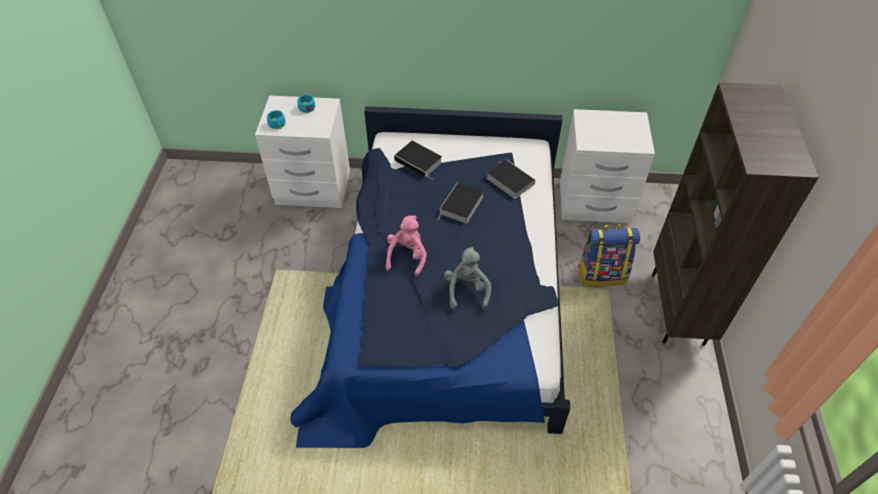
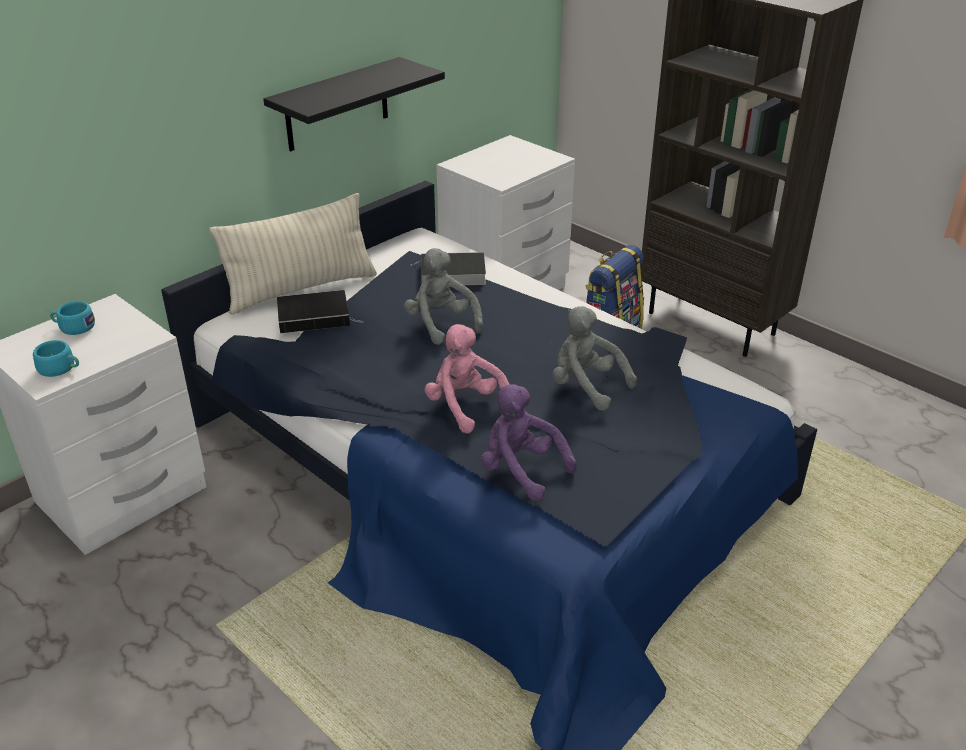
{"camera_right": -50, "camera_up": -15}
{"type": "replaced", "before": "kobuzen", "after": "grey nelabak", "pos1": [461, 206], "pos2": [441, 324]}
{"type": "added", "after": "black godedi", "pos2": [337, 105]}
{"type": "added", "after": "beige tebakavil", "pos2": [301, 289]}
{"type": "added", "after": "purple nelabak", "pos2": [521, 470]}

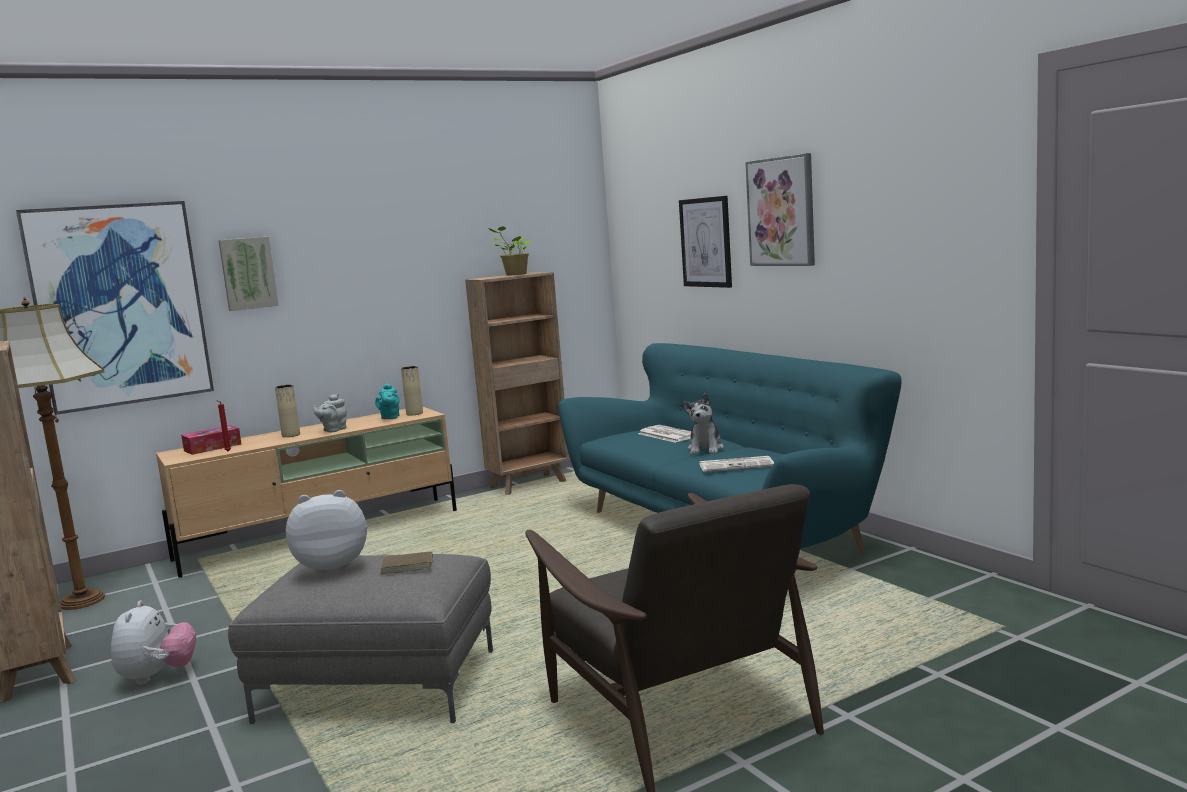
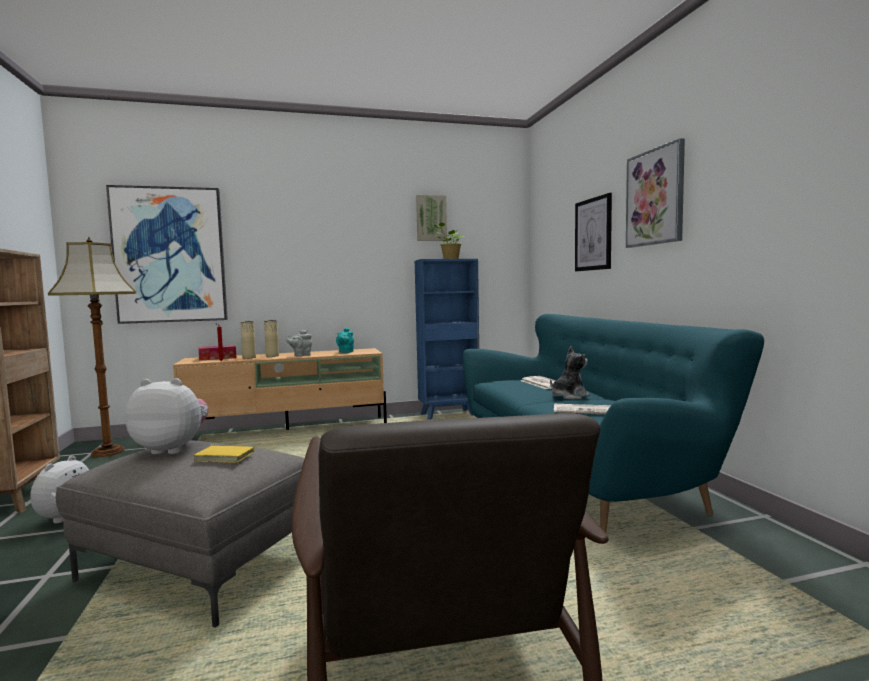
{"camera_right": 15, "camera_up": -5}
{"type": "moved", "before": "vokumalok", "pos1": [248, 273], "pos2": [431, 218]}
{"type": "recoloured", "before": "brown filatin", "after": "blue filatin", "pos1": [530, 484], "pos2": [449, 414]}
{"type": "moved", "before": "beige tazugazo", "pos1": [414, 413], "pos2": [249, 357]}
{"type": "turned", "before": "nelabak", "pos1": [705, 449], "pos2": [568, 396], "turn": -150}
{"type": "recoloured", "before": "brown kobuzen", "after": "yellow kobuzen", "pos1": [407, 565], "pos2": [225, 456]}

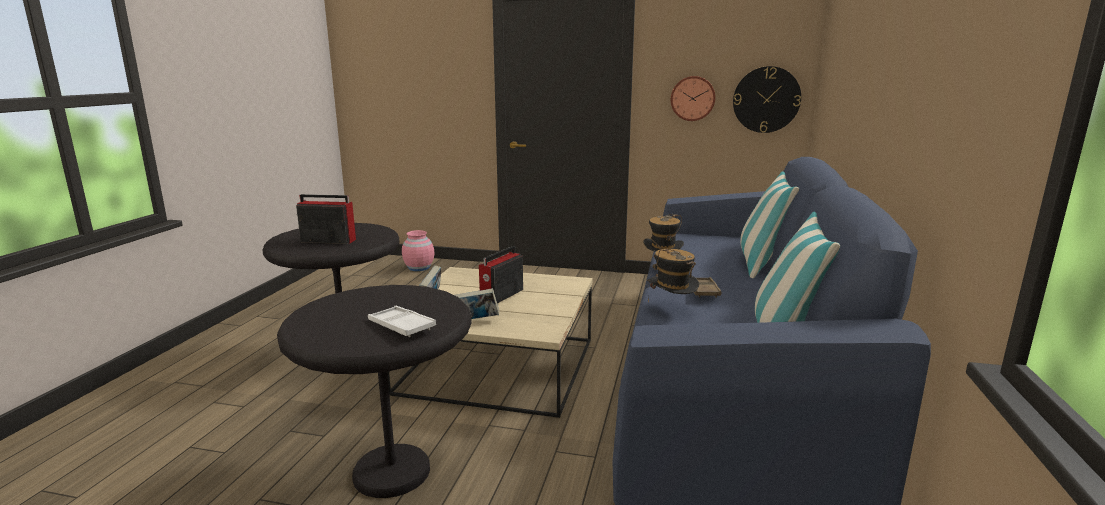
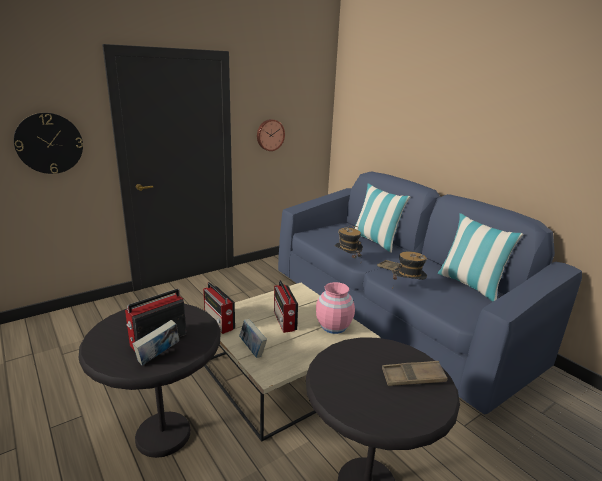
{"camera_right": -50, "camera_up": 5}
{"type": "moved", "before": "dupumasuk", "pos1": [766, 99], "pos2": [49, 143]}
{"type": "moved", "before": "pink tazugazo", "pos1": [419, 267], "pos2": [333, 326]}
{"type": "moved", "before": "kobuzen", "pos1": [475, 321], "pos2": [158, 357]}
{"type": "recoloured", "before": "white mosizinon", "after": "brown mosizinon", "pos1": [401, 326], "pos2": [413, 377]}
{"type": "added", "after": "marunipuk", "pos2": [219, 322]}

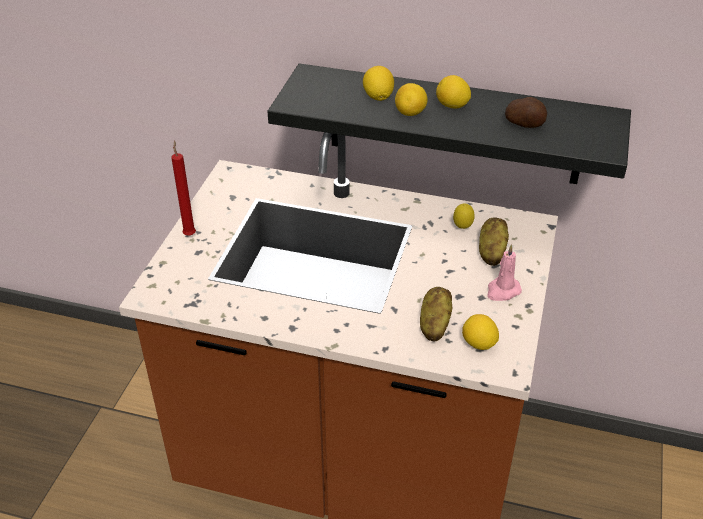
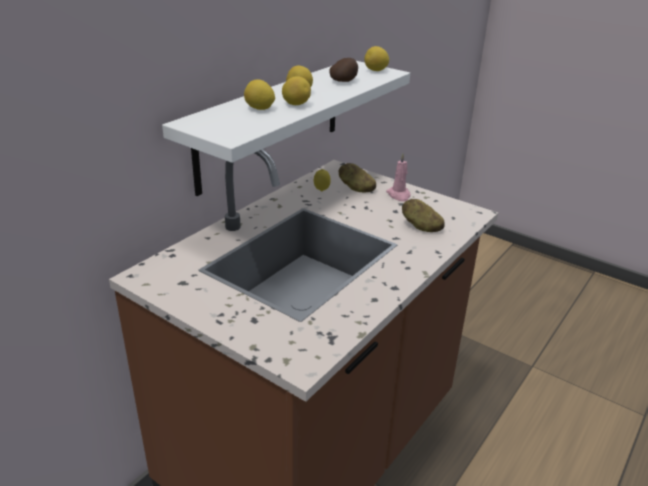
{"camera_right": -70, "camera_up": -10}
{"type": "recoloured", "before": "black godedi", "after": "white godedi", "pos1": [454, 125], "pos2": [271, 123]}
{"type": "removed", "before": "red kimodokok", "pos1": [189, 234]}
{"type": "moved", "before": "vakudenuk", "pos1": [478, 344], "pos2": [376, 71]}

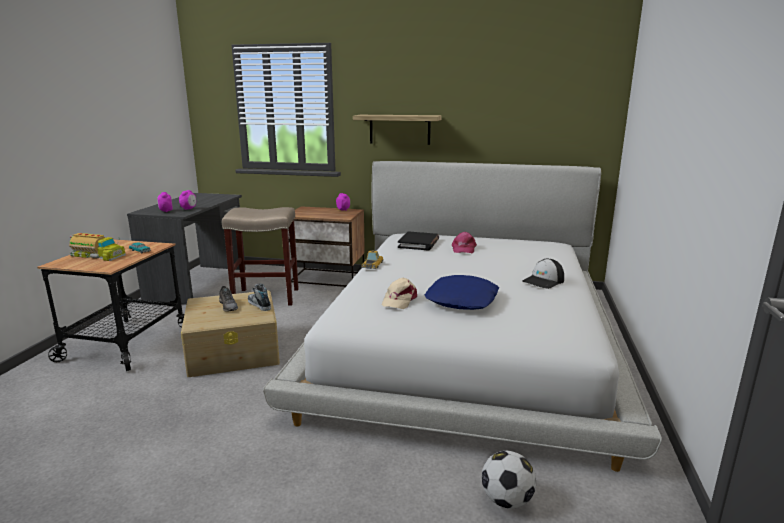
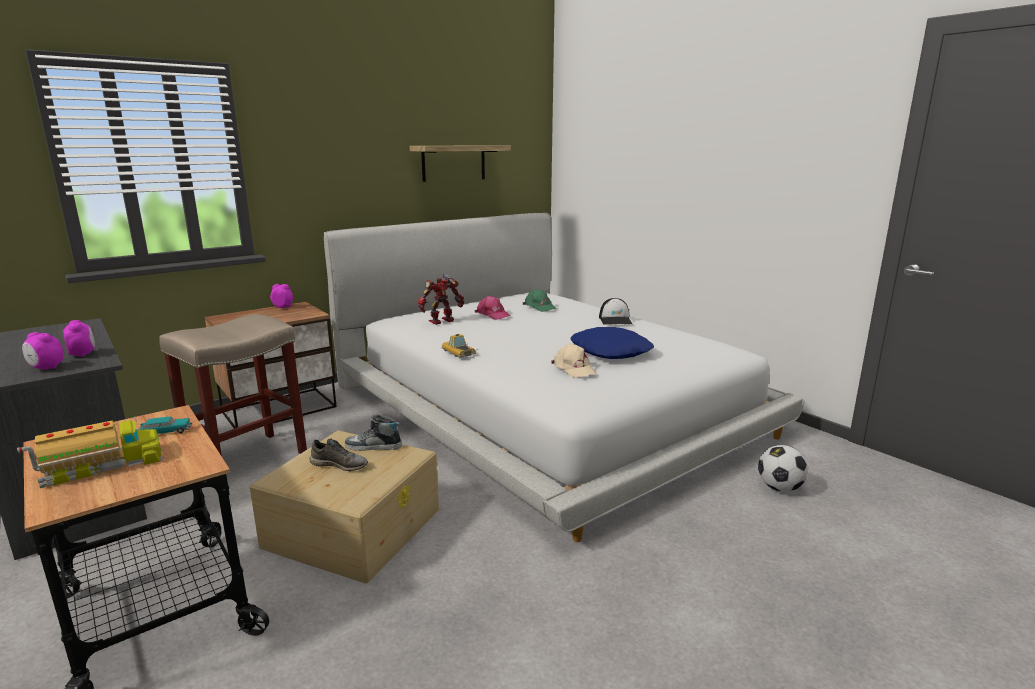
{"camera_right": -50, "camera_up": 0}
{"type": "moved", "before": "godedi", "pos1": [399, 129], "pos2": [453, 163]}
{"type": "replaced", "before": "black kobuzen", "after": "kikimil", "pos1": [418, 243], "pos2": [442, 321]}
{"type": "added", "after": "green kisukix", "pos2": [540, 307]}

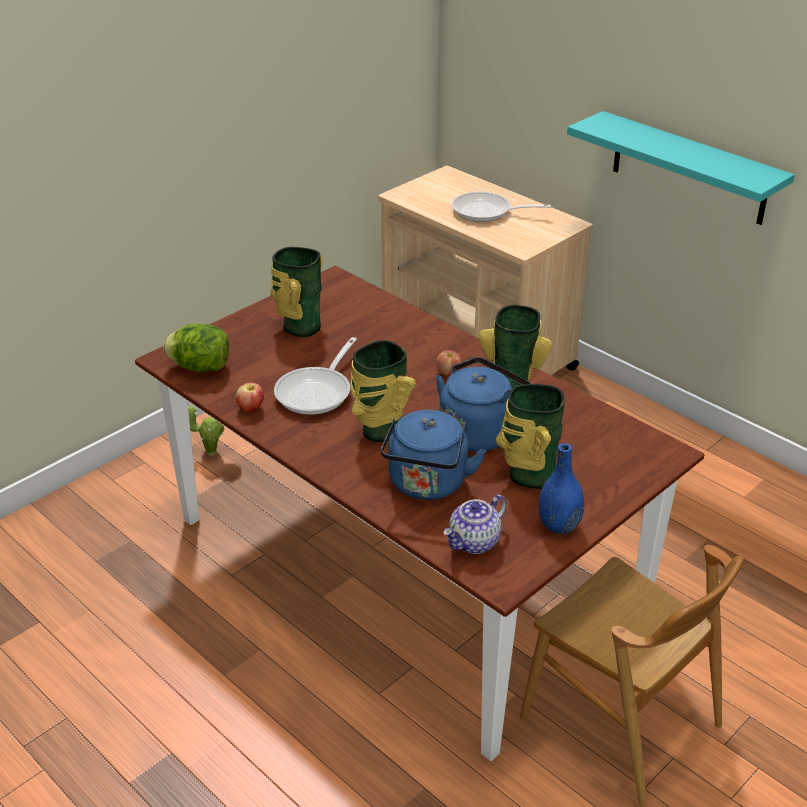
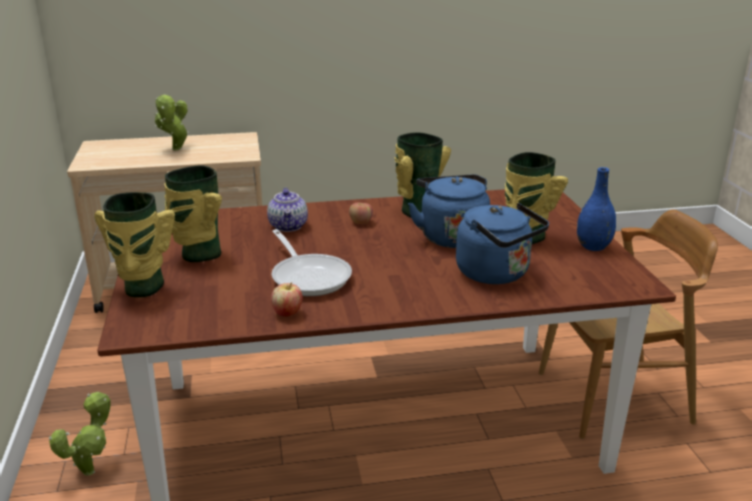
{"camera_right": -55, "camera_up": -10}
{"type": "removed", "before": "turquoise godedi", "pos1": [689, 168]}
{"type": "replaced", "before": "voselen", "after": "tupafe", "pos1": [487, 212], "pos2": [175, 150]}
{"type": "removed", "before": "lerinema", "pos1": [200, 367]}
{"type": "moved", "before": "tazugazo", "pos1": [380, 431], "pos2": [142, 288]}
{"type": "moved", "before": "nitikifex", "pos1": [474, 542], "pos2": [289, 226]}

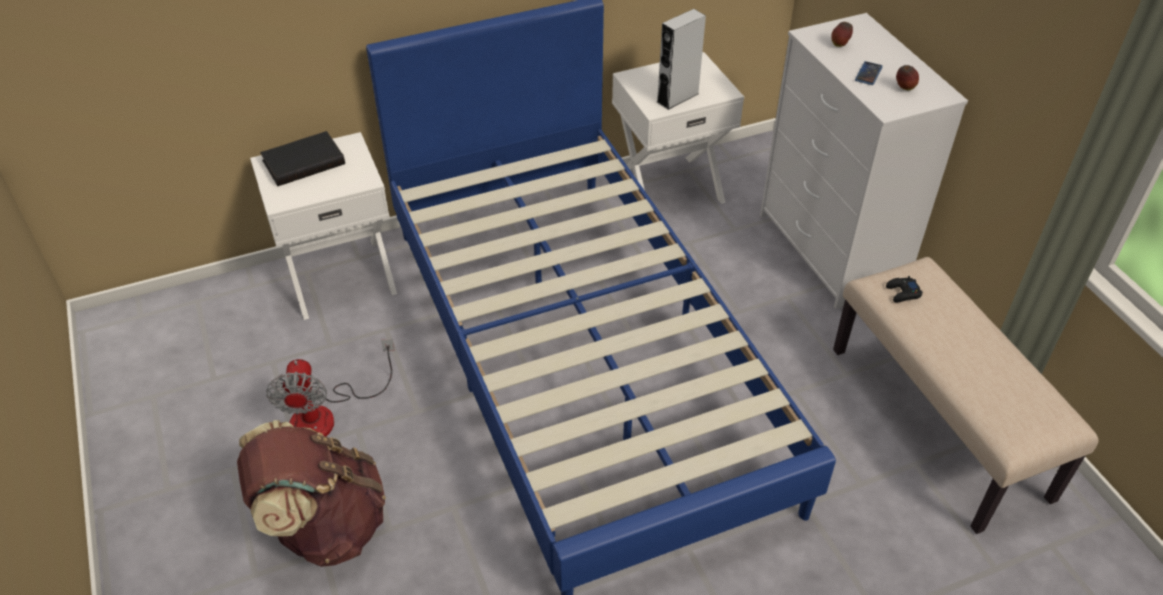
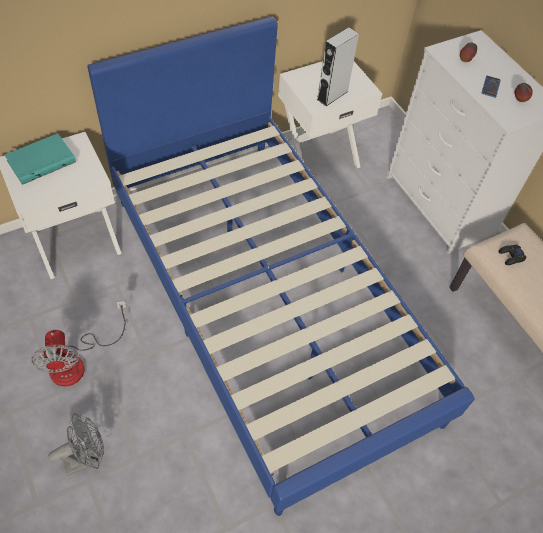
{"camera_right": -10, "camera_up": 10}
{"type": "recoloured", "before": "black kobuzen", "after": "turquoise kobuzen", "pos1": [303, 161], "pos2": [41, 160]}
{"type": "replaced", "before": "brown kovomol", "after": "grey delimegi", "pos1": [324, 526], "pos2": [86, 458]}

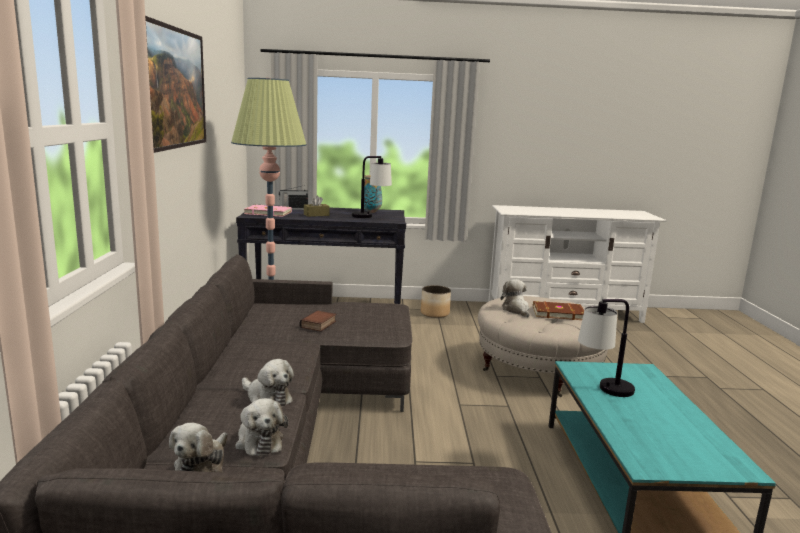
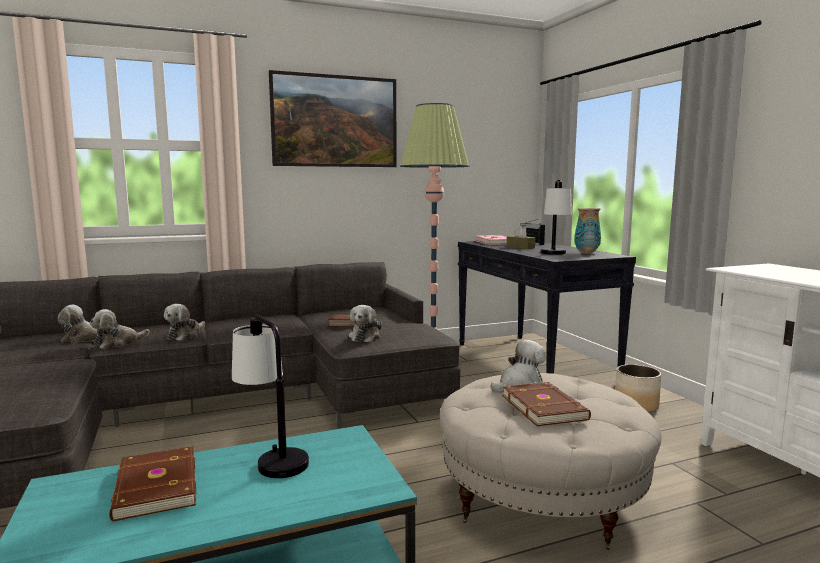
{"camera_right": 70, "camera_up": -5}
{"type": "added", "after": "nelabak", "pos2": [365, 337]}
{"type": "added", "after": "brown kobuzen", "pos2": [154, 487]}

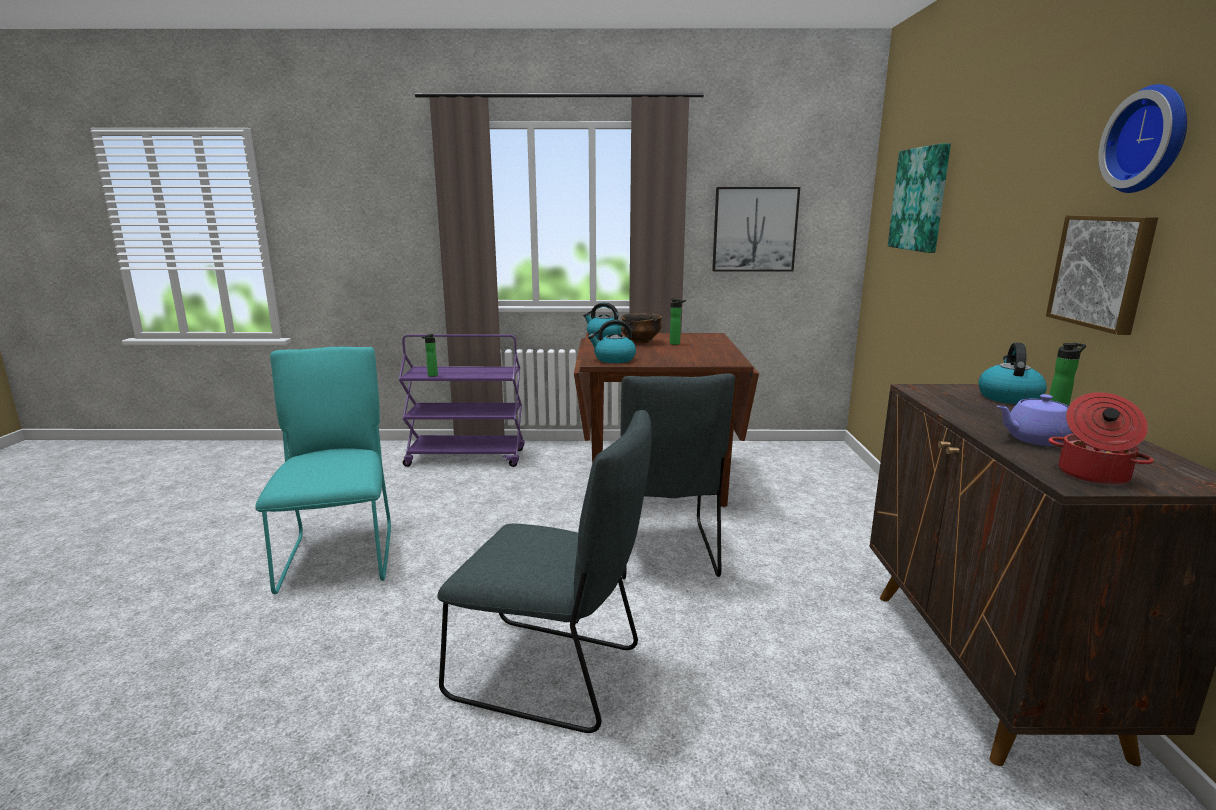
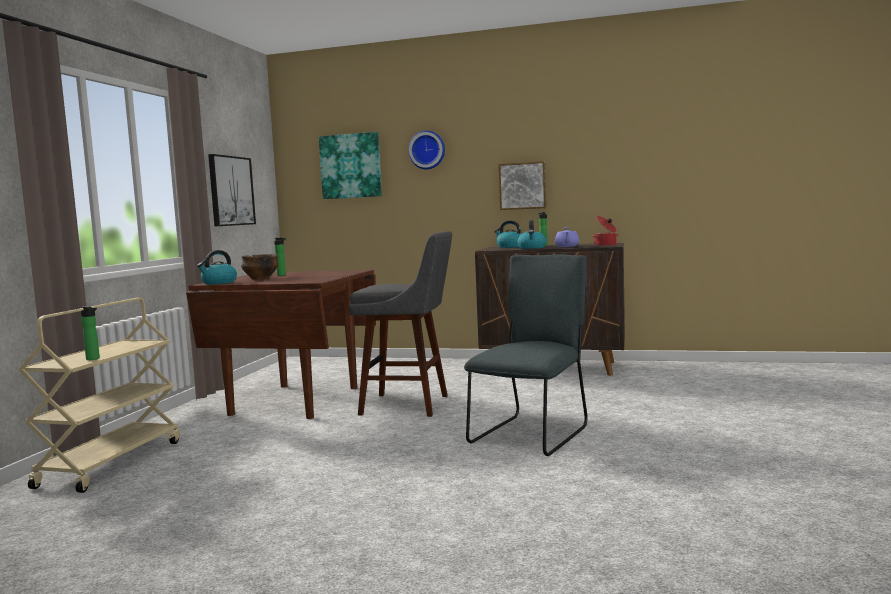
{"camera_right": -75, "camera_up": -10}
{"type": "moved", "before": "dupumasuk", "pos1": [1150, 140], "pos2": [427, 150]}
{"type": "moved", "before": "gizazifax", "pos1": [614, 359], "pos2": [532, 248]}
{"type": "recoloured", "before": "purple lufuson", "after": "beige lufuson", "pos1": [467, 458], "pos2": [111, 463]}
{"type": "removed", "before": "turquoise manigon", "pos1": [339, 555]}
{"type": "replaced", "before": "grey manigon", "after": "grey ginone", "pos1": [664, 554], "pos2": [409, 405]}

